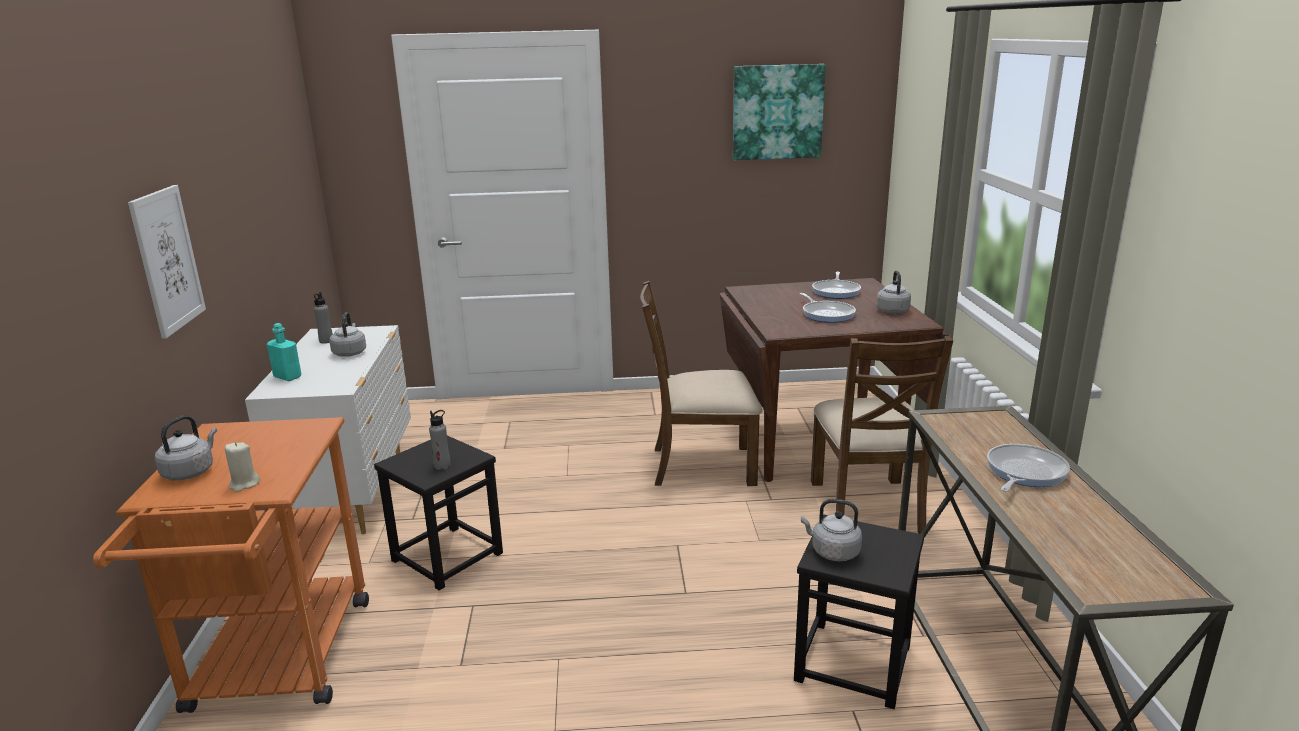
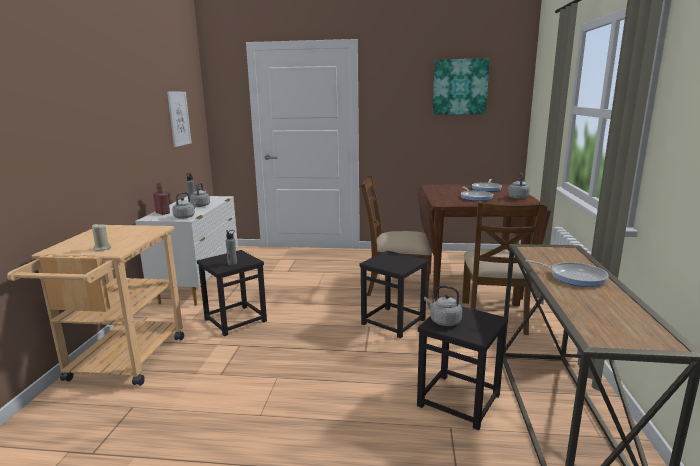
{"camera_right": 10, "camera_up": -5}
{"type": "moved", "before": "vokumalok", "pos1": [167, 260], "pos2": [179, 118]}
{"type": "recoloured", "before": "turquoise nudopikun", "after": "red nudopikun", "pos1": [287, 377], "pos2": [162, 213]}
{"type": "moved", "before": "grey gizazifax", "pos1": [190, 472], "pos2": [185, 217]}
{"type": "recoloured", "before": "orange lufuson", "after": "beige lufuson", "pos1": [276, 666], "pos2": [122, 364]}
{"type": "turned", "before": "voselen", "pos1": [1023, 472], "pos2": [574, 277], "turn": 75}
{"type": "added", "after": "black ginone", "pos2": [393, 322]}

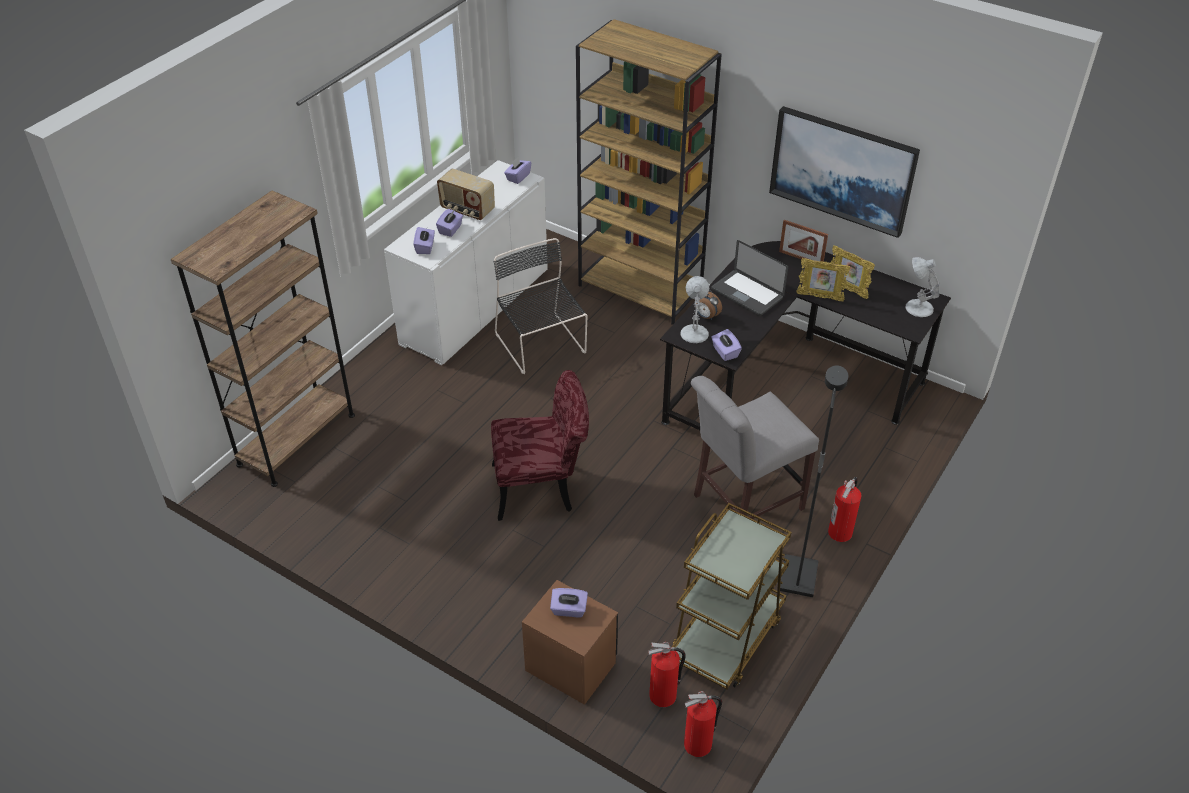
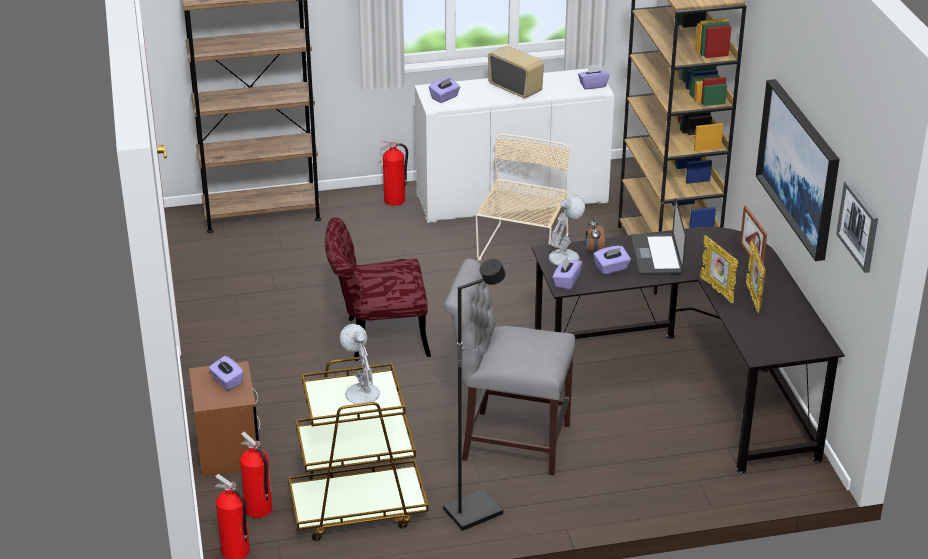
{"camera_right": 45, "camera_up": -10}
{"type": "turned", "before": "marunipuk", "pos1": [467, 210], "pos2": [515, 89], "turn": 150}
{"type": "moved", "before": "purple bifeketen", "pos1": [450, 229], "pos2": [611, 268]}
{"type": "recoloured", "before": "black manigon", "after": "beige manigon", "pos1": [541, 345], "pos2": [522, 250]}
{"type": "moved", "before": "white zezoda", "pos1": [917, 308], "pos2": [361, 392]}
{"type": "turned", "before": "red manigon", "pos1": [542, 487], "pos2": [377, 338], "turn": 135}
{"type": "moved", "before": "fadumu", "pos1": [840, 533], "pos2": [395, 201]}
{"type": "added", "after": "vokumalok", "pos2": [859, 226]}

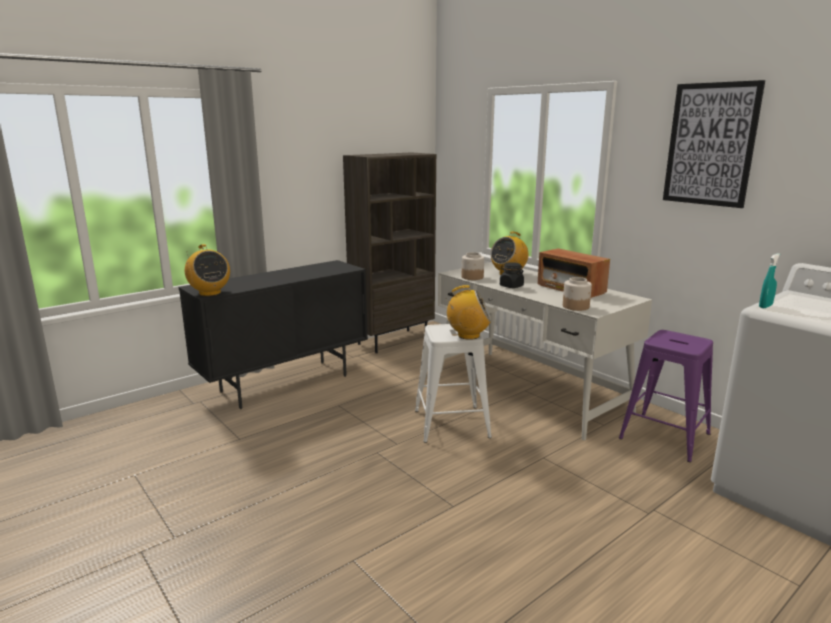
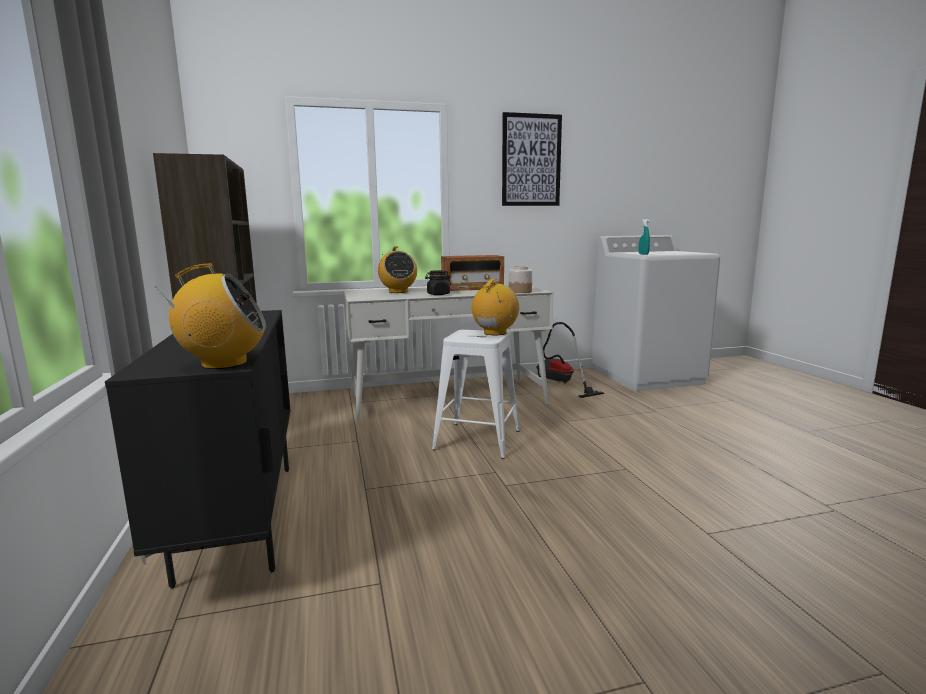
{"camera_right": -65, "camera_up": -5}
{"type": "removed", "before": "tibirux", "pos1": [472, 277]}
{"type": "replaced", "before": "purple ginone", "after": "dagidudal", "pos1": [664, 436], "pos2": [560, 383]}

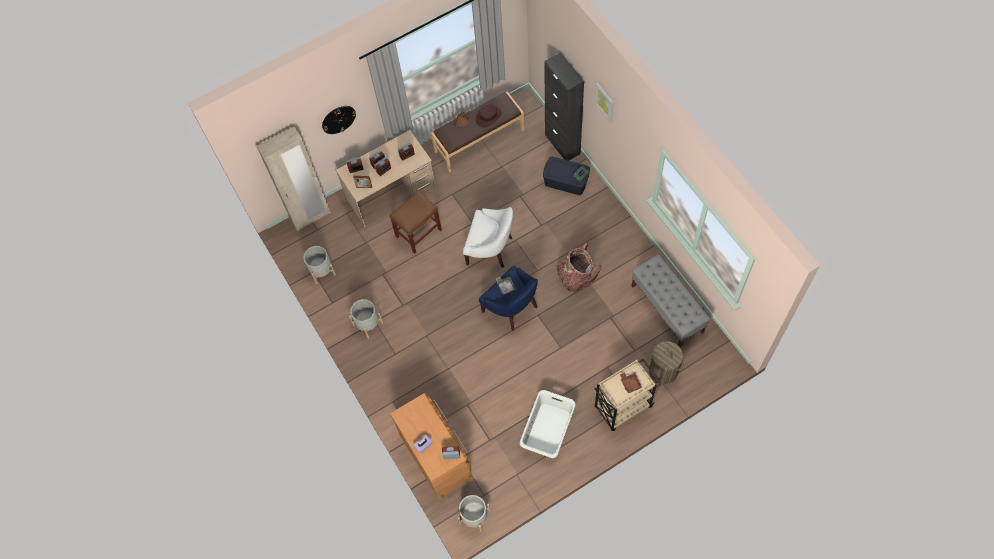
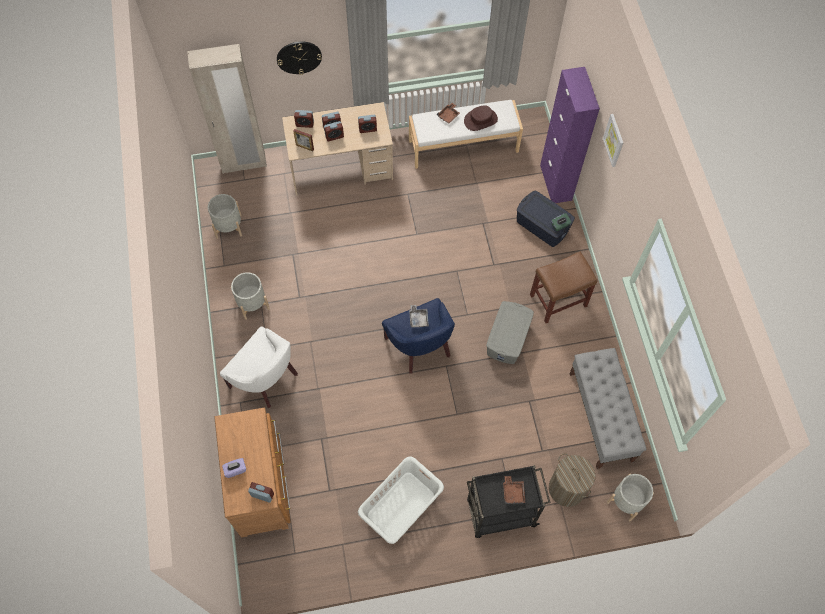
{"camera_right": 15, "camera_up": 0}
{"type": "recoloured", "before": "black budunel", "after": "purple budunel", "pos1": [562, 144], "pos2": [555, 182]}
{"type": "recoloured", "before": "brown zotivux", "after": "white zotivux", "pos1": [479, 140], "pos2": [463, 145]}
{"type": "moved", "before": "brown ginone", "pos1": [418, 233], "pos2": [557, 301]}
{"type": "moved", "before": "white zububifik", "pos1": [491, 248], "pos2": [266, 378]}
{"type": "replaced", "before": "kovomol", "after": "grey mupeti", "pos1": [575, 277], "pos2": [508, 338]}
{"type": "recoloured", "before": "beige lufuson", "after": "black lufuson", "pos1": [622, 407], "pos2": [499, 513]}
{"type": "moved", "before": "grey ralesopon", "pos1": [474, 516], "pos2": [626, 501]}

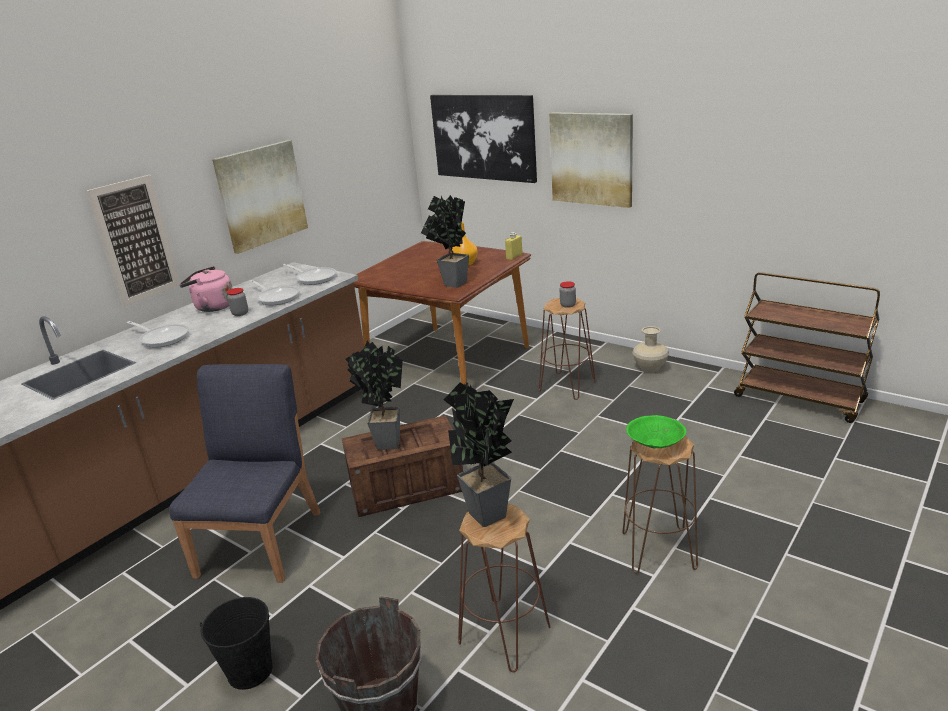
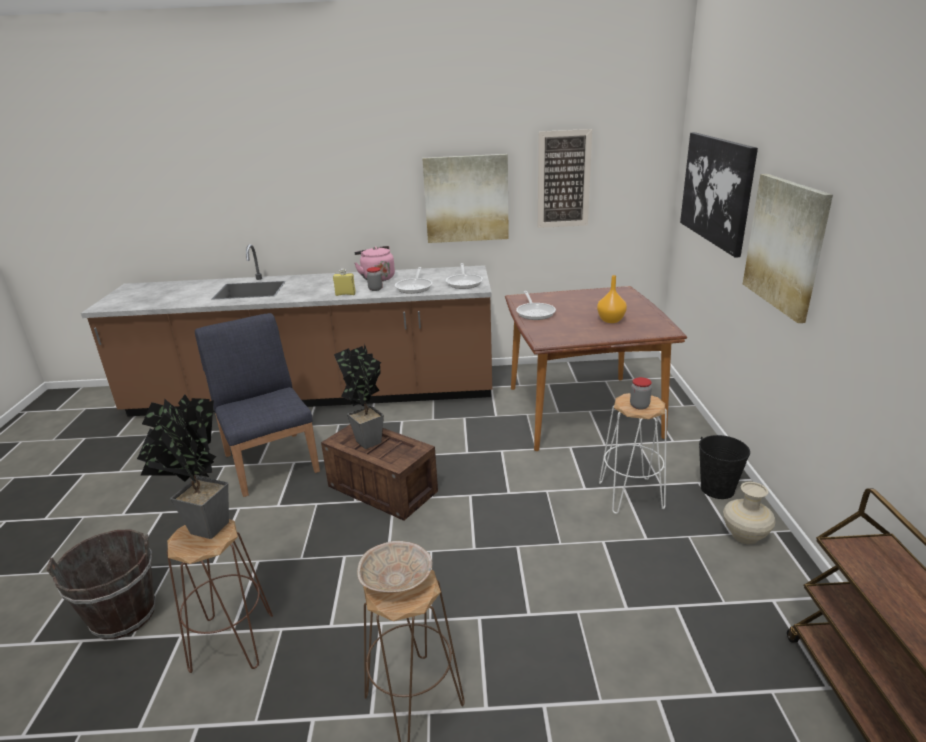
{"camera_right": 50, "camera_up": 0}
{"type": "moved", "before": "vokumalok", "pos1": [136, 240], "pos2": [563, 179]}
{"type": "removed", "before": "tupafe", "pos1": [451, 285]}
{"type": "moved", "before": "yellow nudopikun", "pos1": [514, 257], "pos2": [345, 294]}
{"type": "recoloured", "before": "brown ginone", "after": "white ginone", "pos1": [567, 386], "pos2": [630, 495]}
{"type": "moved", "before": "voselen", "pos1": [163, 338], "pos2": [535, 312]}
{"type": "turned", "before": "blue manigon", "pos1": [261, 542], "pos2": [271, 462], "turn": -90}
{"type": "recoloured", "before": "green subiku", "after": "beige subiku", "pos1": [655, 443], "pos2": [397, 581]}
{"type": "moved", "before": "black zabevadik", "pos1": [250, 670], "pos2": [717, 489]}

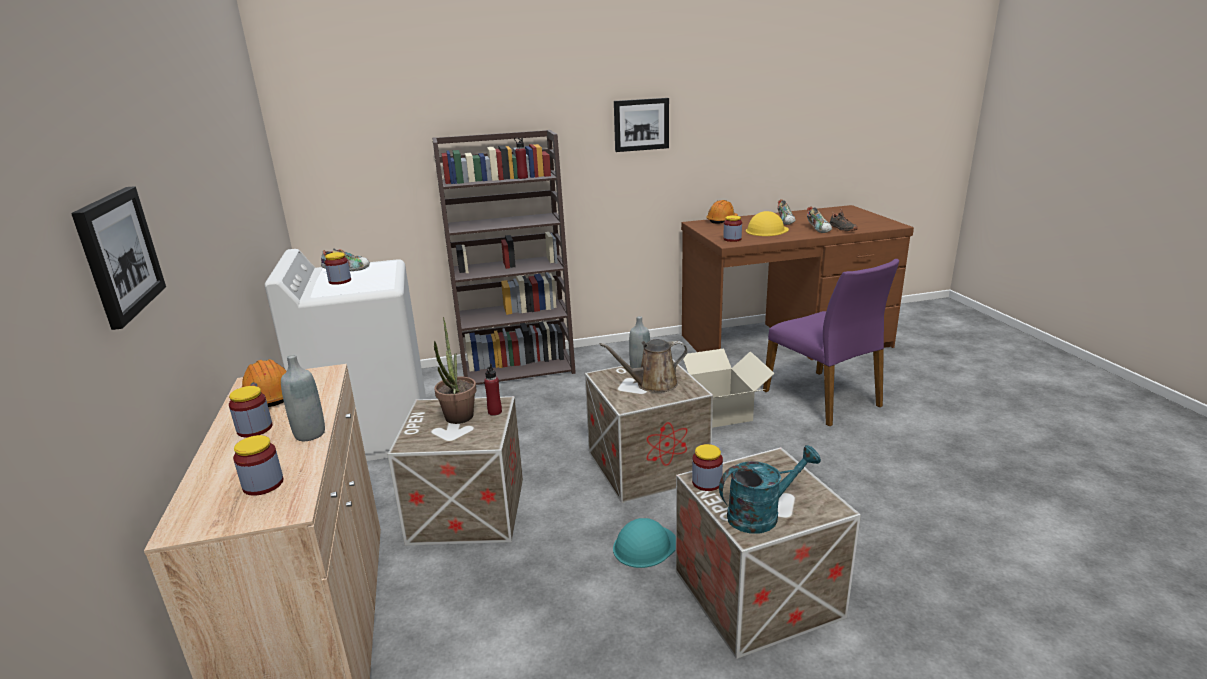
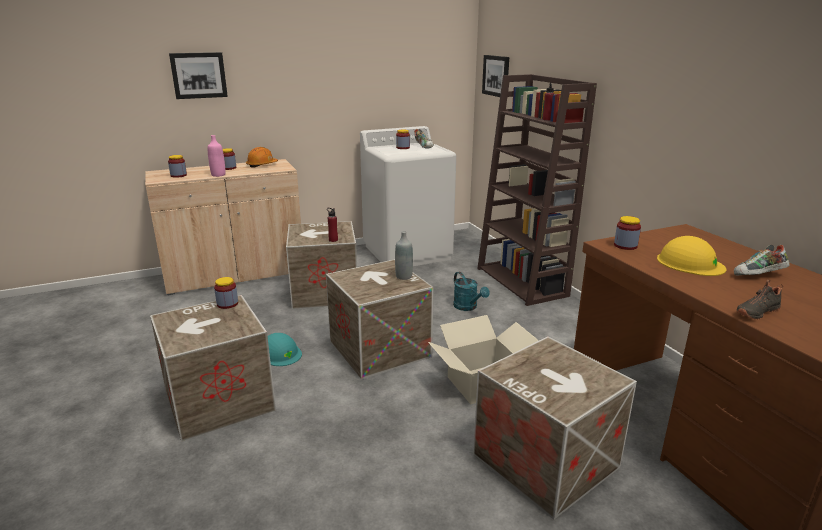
{"camera_right": 80, "camera_up": 0}
{"type": "moved", "before": "vokumalok", "pos1": [641, 124], "pos2": [496, 76]}
{"type": "removed", "before": "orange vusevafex", "pos1": [721, 220]}
{"type": "removed", "before": "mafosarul", "pos1": [819, 229]}
{"type": "replaced", "before": "purple manigon", "after": "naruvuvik", "pos1": [823, 398], "pos2": [545, 461]}
{"type": "removed", "before": "tupafe", "pos1": [458, 420]}
{"type": "removed", "before": "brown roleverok", "pos1": [653, 384]}
{"type": "recoloured", "before": "grey nudopikun", "after": "pink nudopikun", "pos1": [310, 434], "pos2": [218, 175]}
{"type": "moved", "before": "turquoise roleverok", "pos1": [761, 515], "pos2": [468, 307]}

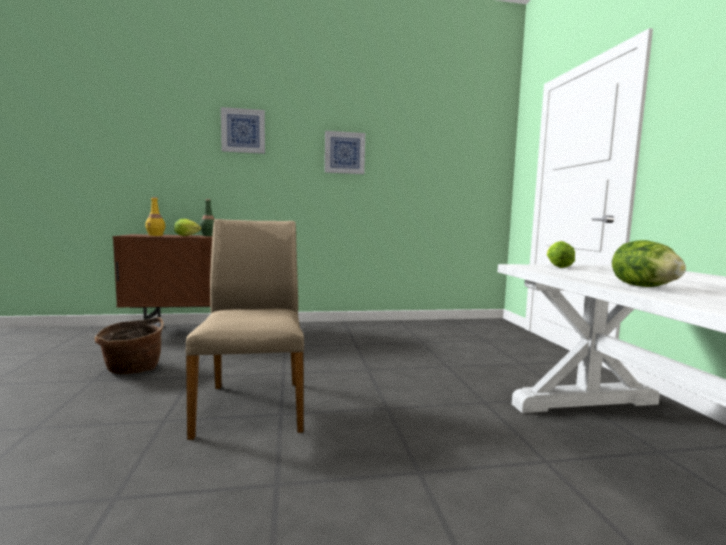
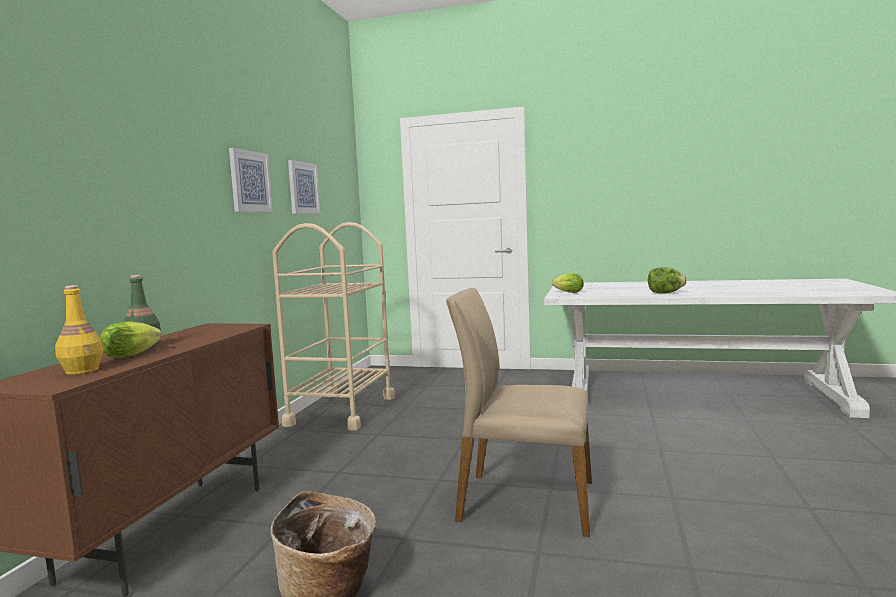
{"camera_right": -65, "camera_up": 0}
{"type": "moved", "before": "vokumalok", "pos1": [243, 131], "pos2": [303, 188]}
{"type": "added", "after": "beige lufuson", "pos2": [341, 411]}

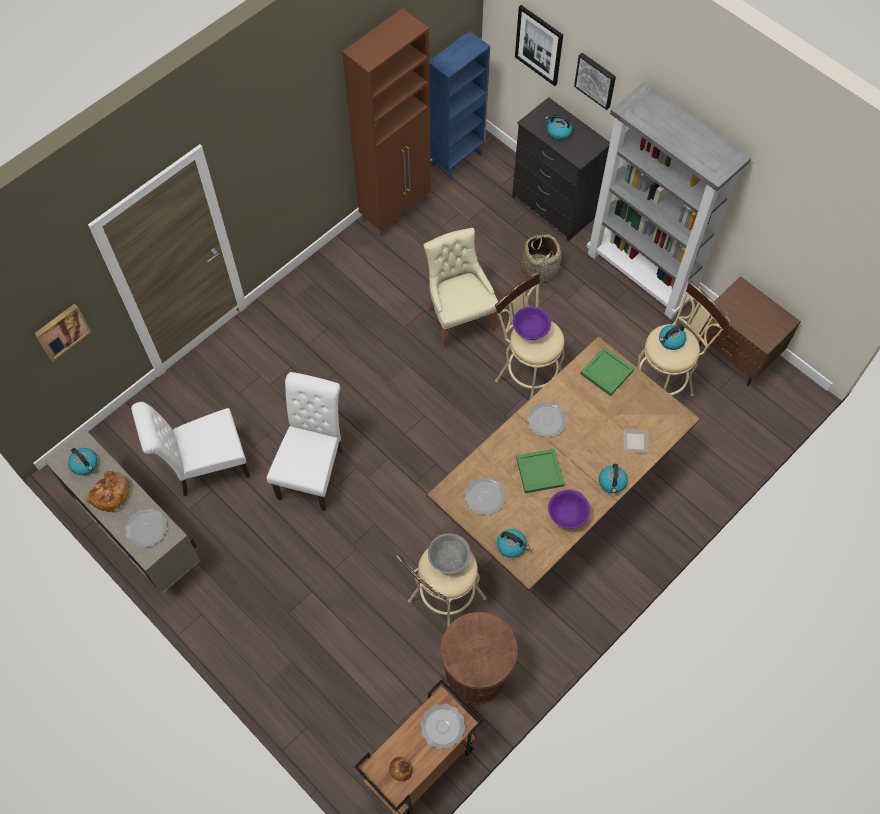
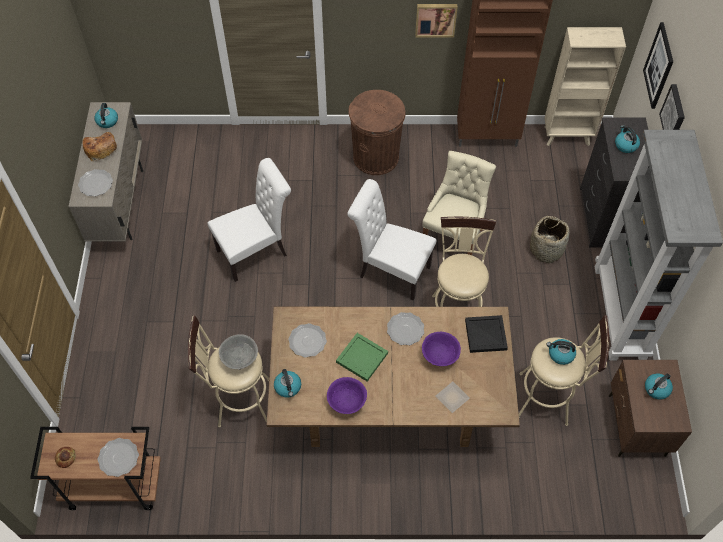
{"camera_right": 45, "camera_up": -5}
{"type": "recoloured", "before": "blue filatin", "after": "beige filatin", "pos1": [457, 158], "pos2": [568, 136]}
{"type": "moved", "before": "vokumalok", "pos1": [61, 330], "pos2": [435, 19]}
{"type": "moved", "before": "purple subiku", "pos1": [530, 331], "pos2": [439, 356]}
{"type": "recoloured", "before": "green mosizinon", "after": "black mosizinon", "pos1": [606, 372], "pos2": [485, 334]}
{"type": "moved", "before": "white manigon", "pos1": [205, 468], "pos2": [390, 271]}
{"type": "moved", "before": "gizazifax", "pos1": [612, 482], "pos2": [656, 389]}
{"type": "moved", "before": "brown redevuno", "pos1": [476, 673], "pos2": [376, 157]}

